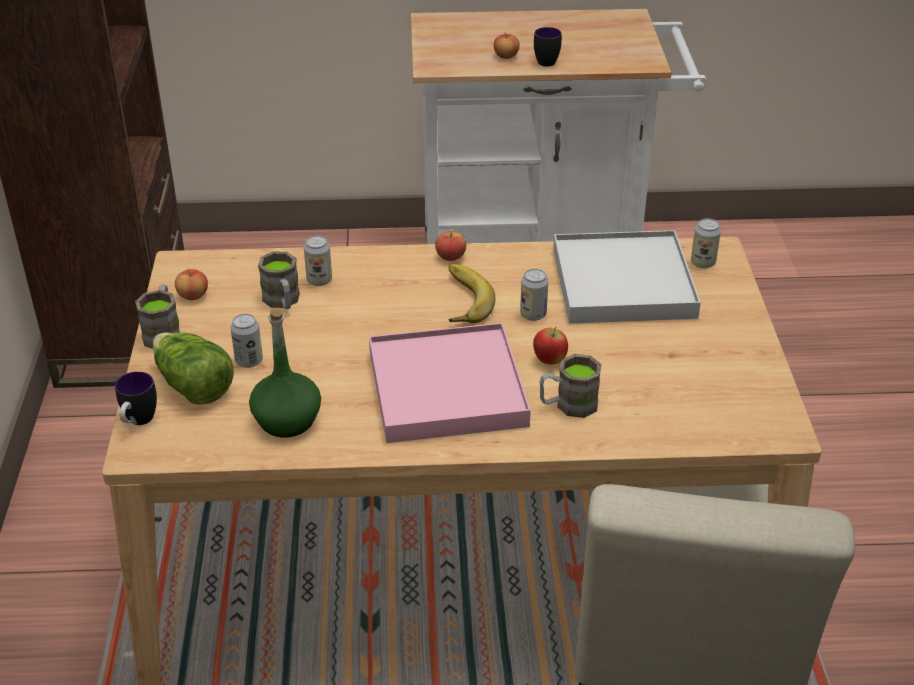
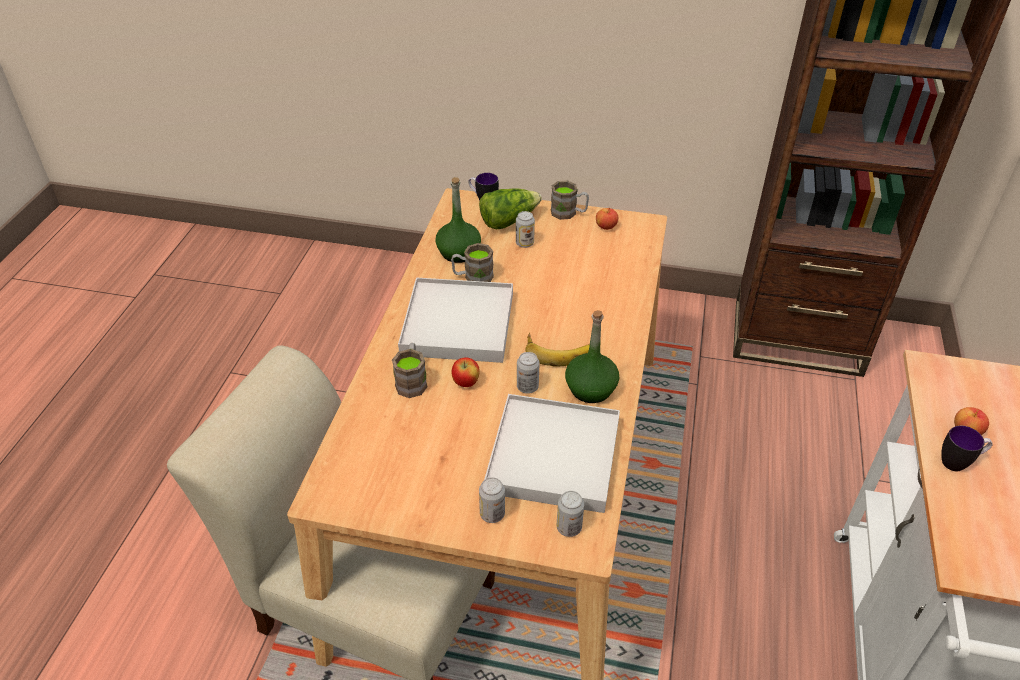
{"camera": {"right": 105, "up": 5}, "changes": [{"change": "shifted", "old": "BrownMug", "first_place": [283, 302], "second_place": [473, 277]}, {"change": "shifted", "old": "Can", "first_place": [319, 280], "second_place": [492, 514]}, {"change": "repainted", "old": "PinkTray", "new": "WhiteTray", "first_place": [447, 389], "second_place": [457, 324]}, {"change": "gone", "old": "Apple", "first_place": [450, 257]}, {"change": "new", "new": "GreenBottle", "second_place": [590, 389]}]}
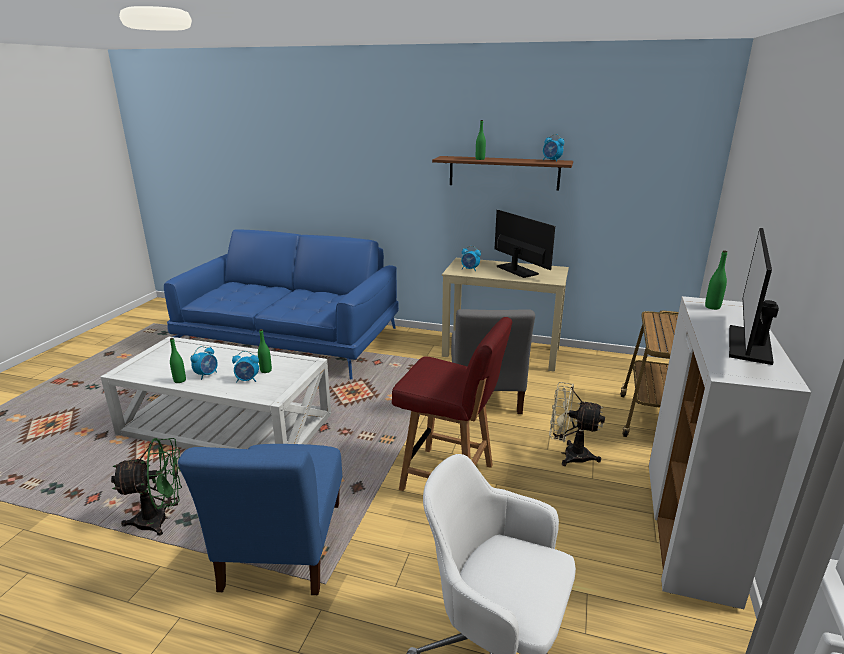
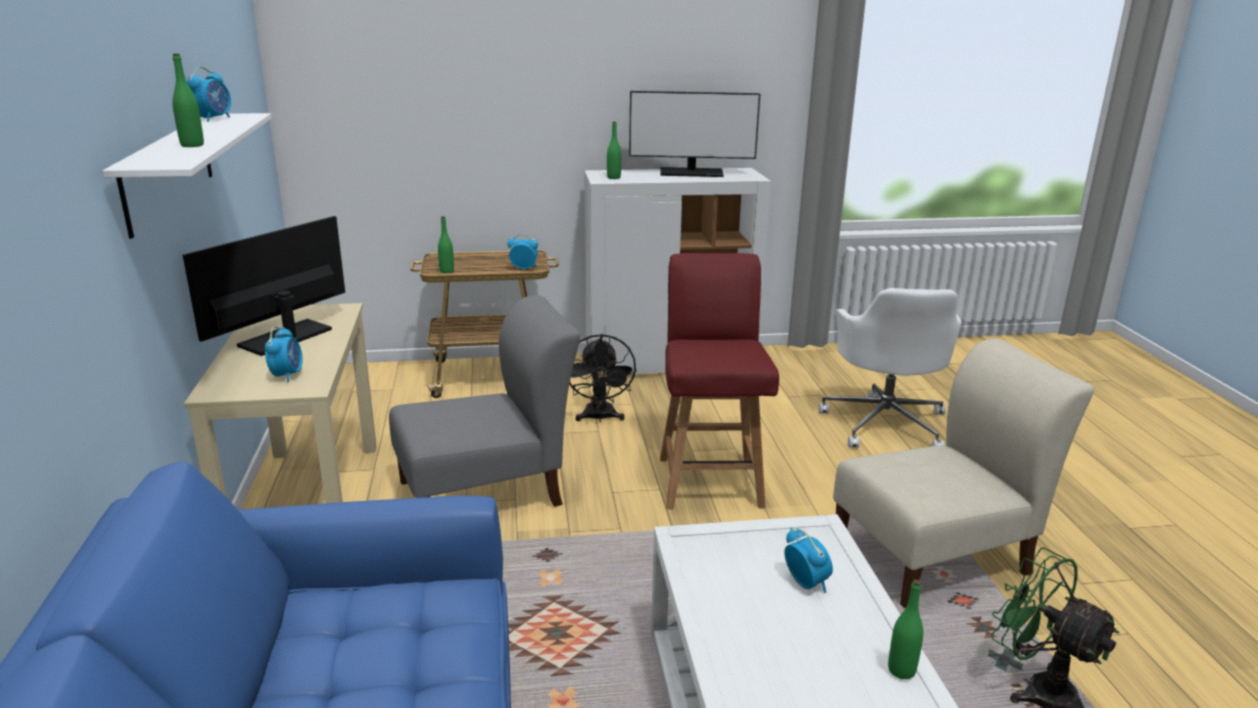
{"camera": {"right": -115, "up": 0}, "changes": [{"change": "repainted", "old": "BlueChair", "new": "BeigeChair", "first_place": [282, 550], "second_place": [938, 555]}, {"change": "shifted", "old": "AlarmClock", "first_place": [207, 375], "second_place": [524, 268]}, {"change": "shifted", "old": "GreenBottle", "first_place": [266, 370], "second_place": [447, 271]}, {"change": "repainted", "old": "BrownShelf", "new": "WhiteShelf", "first_place": [503, 173], "second_place": [168, 170]}, {"change": "repainted", "old": "BeigeFan", "new": "BlackFan", "first_place": [569, 455], "second_place": [599, 418]}]}
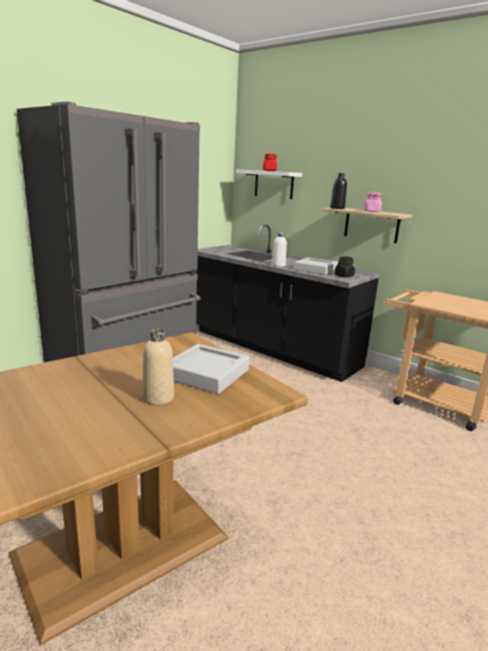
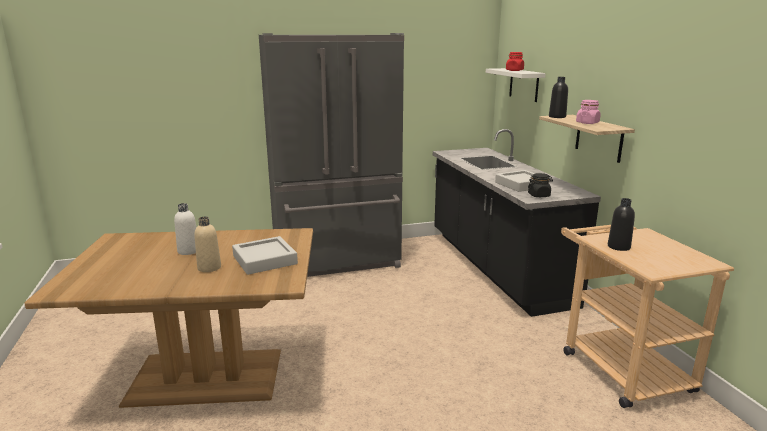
{"camera": {"right": 35, "up": 0}, "changes": [{"change": "shifted", "old": "WhiteBottle", "first_place": [278, 265], "second_place": [188, 251]}, {"change": "new", "new": "BlackBottle", "second_place": [618, 247]}]}
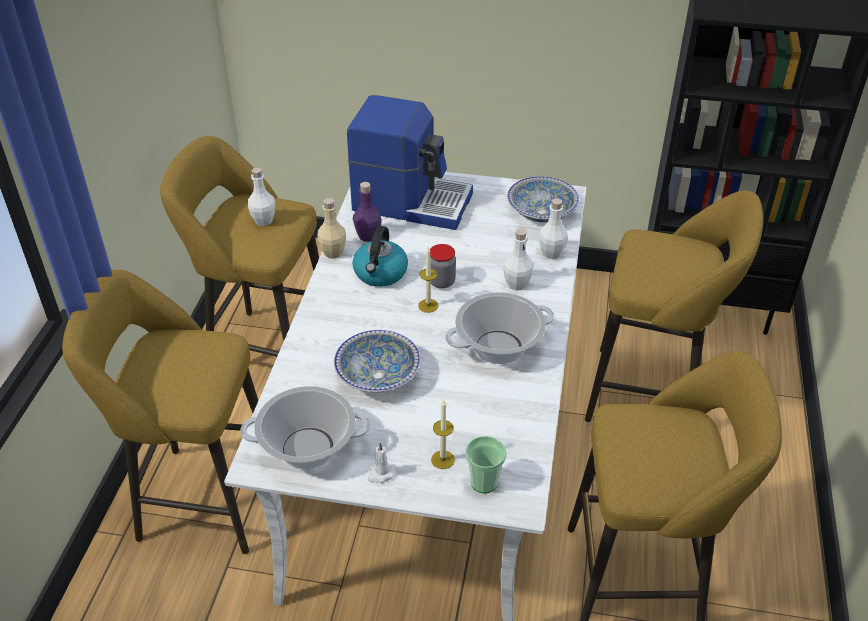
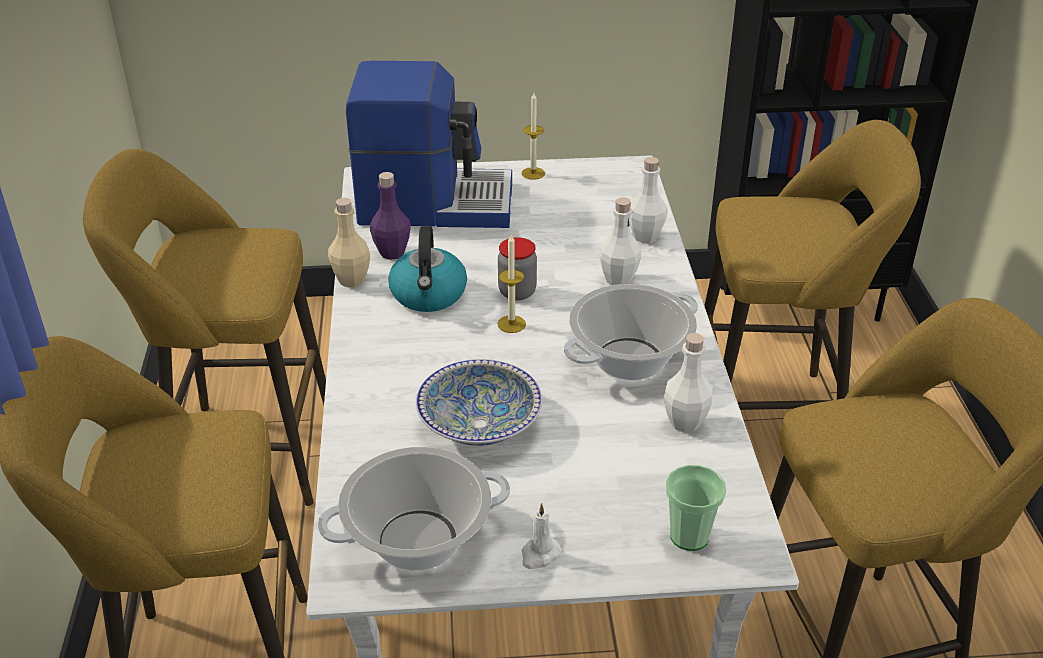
{"camera": {"right": -15, "up": -5}, "changes": [{"change": "shifted", "old": "WhiteBottle", "first_place": [264, 221], "second_place": [685, 422]}, {"change": "shifted", "old": "Candle", "first_place": [442, 459], "second_place": [533, 173]}, {"change": "gone", "old": "Bowl", "first_place": [541, 212]}]}
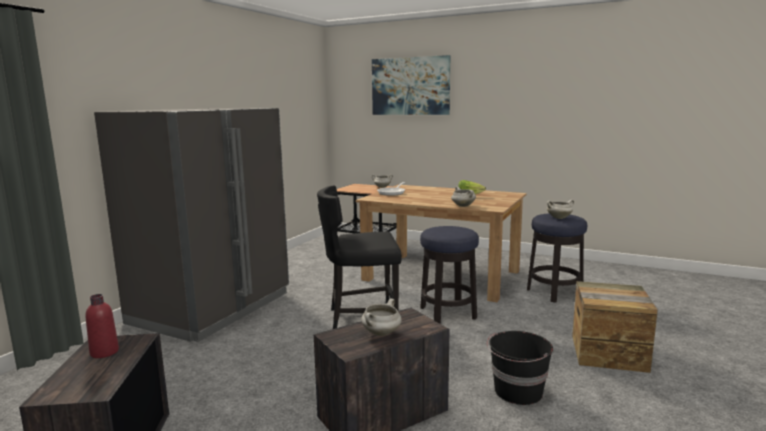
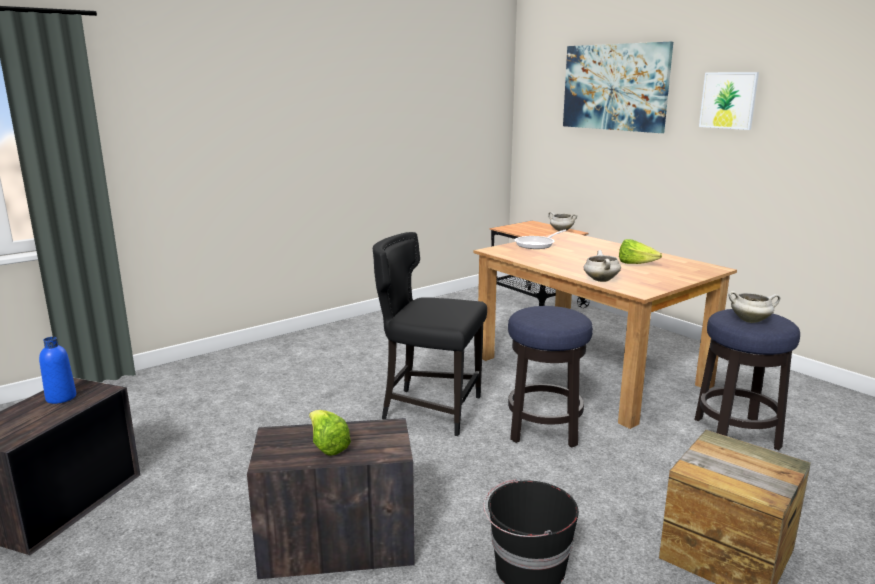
{"camera": {"right": 25, "up": 5}, "changes": [{"change": "repainted", "old": "RedBottle", "new": "BlueBottle", "first_place": [104, 352], "second_place": [61, 398]}, {"change": "gone", "old": "GreyFridge", "first_place": [212, 308]}, {"change": "swapped", "old": "WhiteCookingPot", "new": "Lettuce", "first_place": [381, 333], "second_place": [327, 446]}, {"change": "new", "new": "Picture", "second_place": [728, 100]}]}
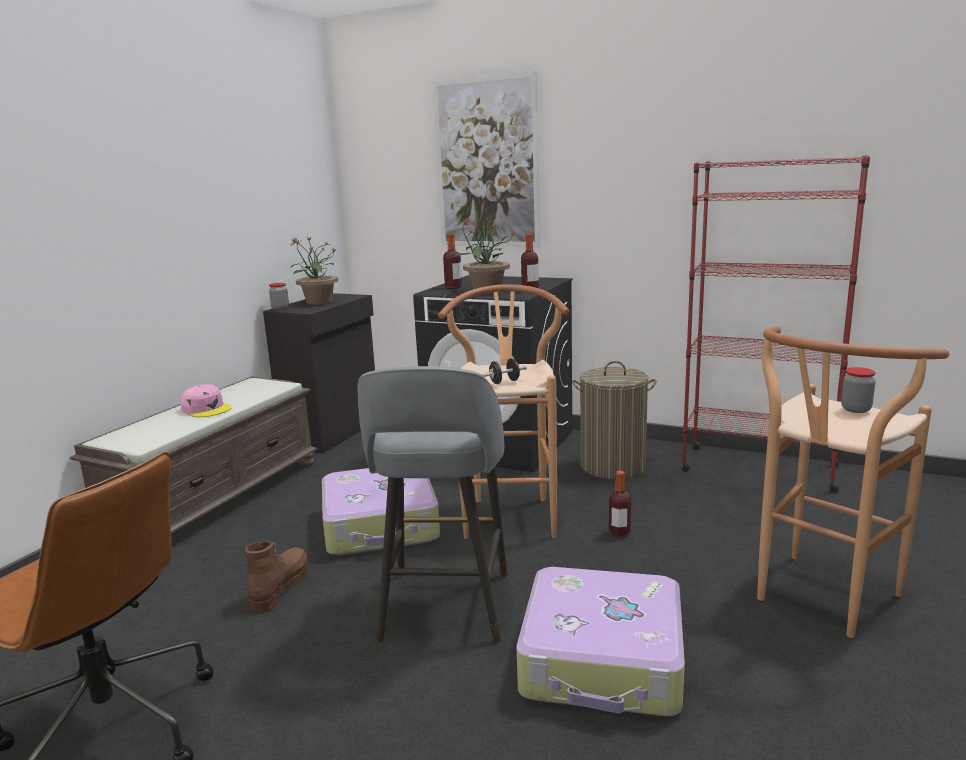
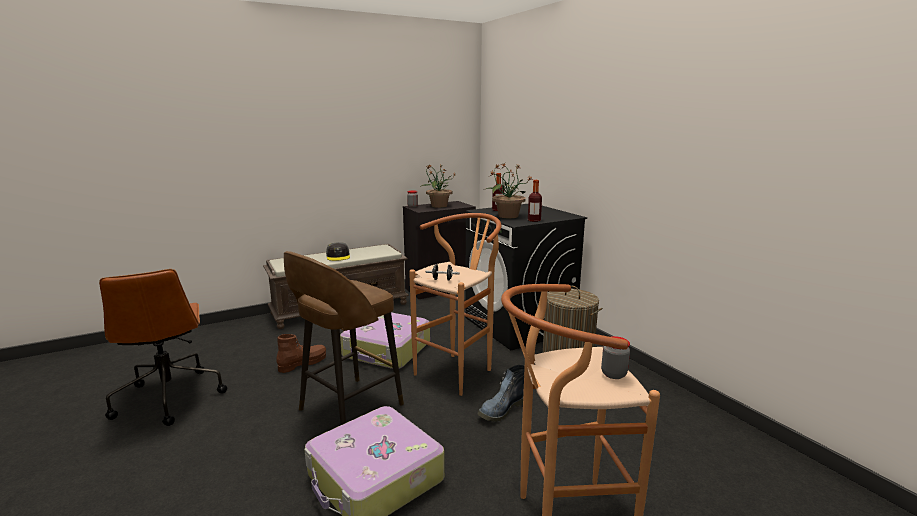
{"camera": {"right": 35, "up": 0}, "changes": [{"change": "repainted", "old": "PinkCap", "new": "GreyCap", "first_place": [206, 409], "second_place": [338, 256]}, {"change": "repainted", "old": "GreyStool", "new": "BrownStool", "first_place": [444, 609], "second_place": [348, 408]}, {"change": "gone", "old": "Picture", "first_place": [487, 164]}, {"change": "swapped", "old": "Bottle", "new": "Boot", "first_place": [619, 533], "second_place": [502, 410]}, {"change": "gone", "old": "RedBookcase", "first_place": [758, 468]}]}
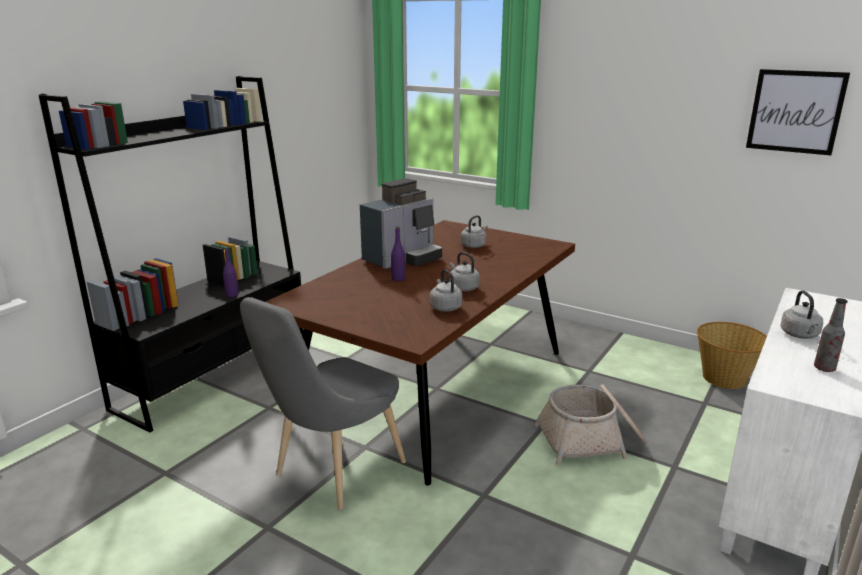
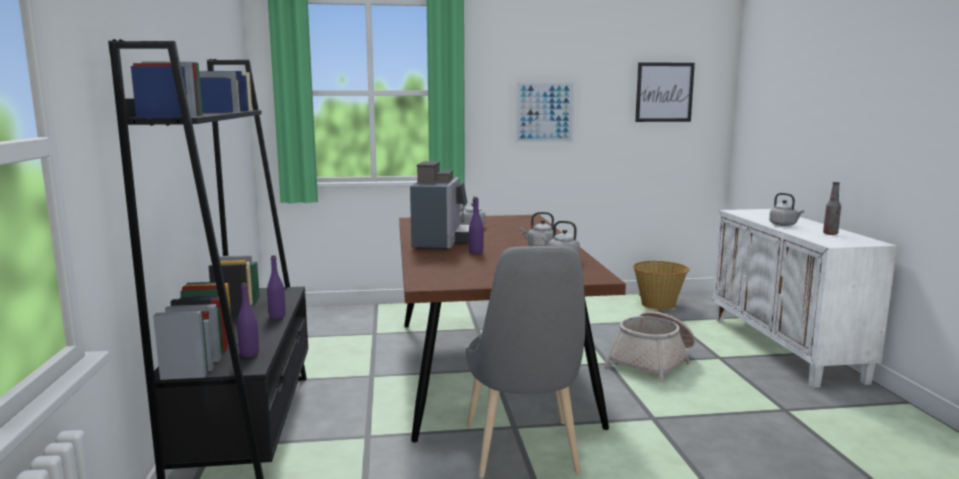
{"camera": {"right": -40, "up": -10}, "changes": [{"change": "new", "new": "PurpleBottle", "second_place": [249, 354]}, {"change": "new", "new": "Picture", "second_place": [544, 112]}]}
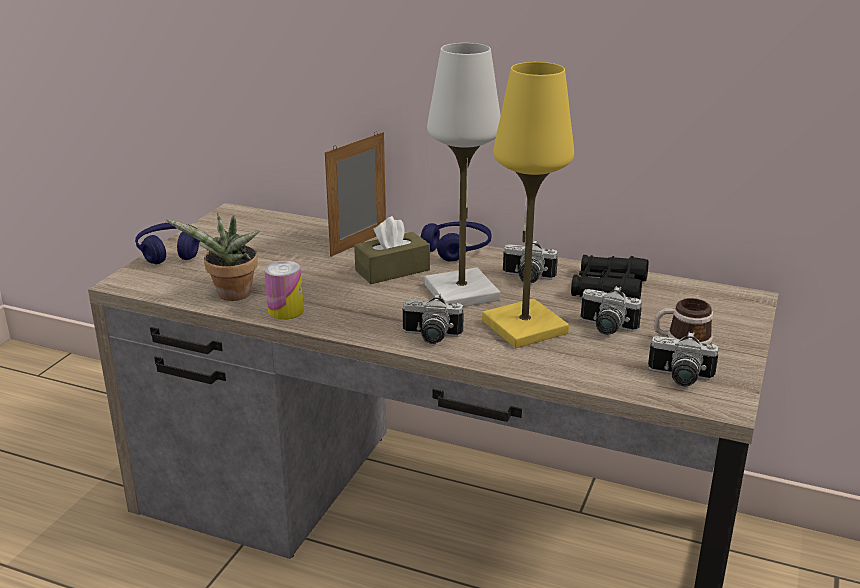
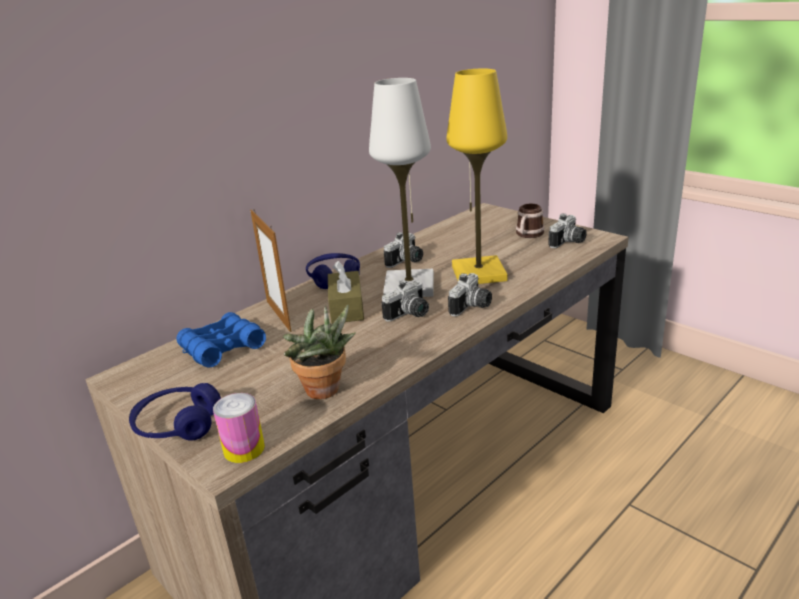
{"camera": {"right": -65, "up": 0}, "changes": [{"change": "shifted", "old": "Can", "first_place": [286, 311], "second_place": [244, 449]}, {"change": "gone", "old": "BlackBinoculars", "first_place": [608, 289]}, {"change": "shifted", "old": "PhotoCamera", "first_place": [606, 328], "second_place": [410, 315]}, {"change": "new", "new": "BlueBinoculars", "second_place": [222, 348]}]}
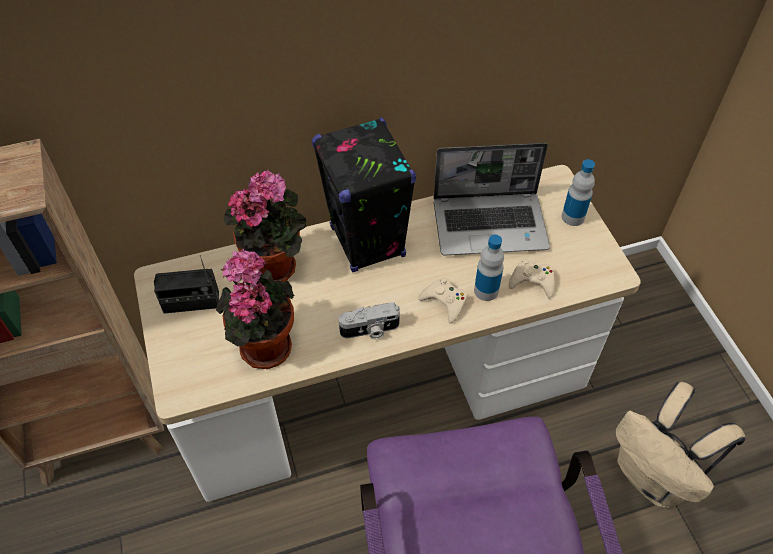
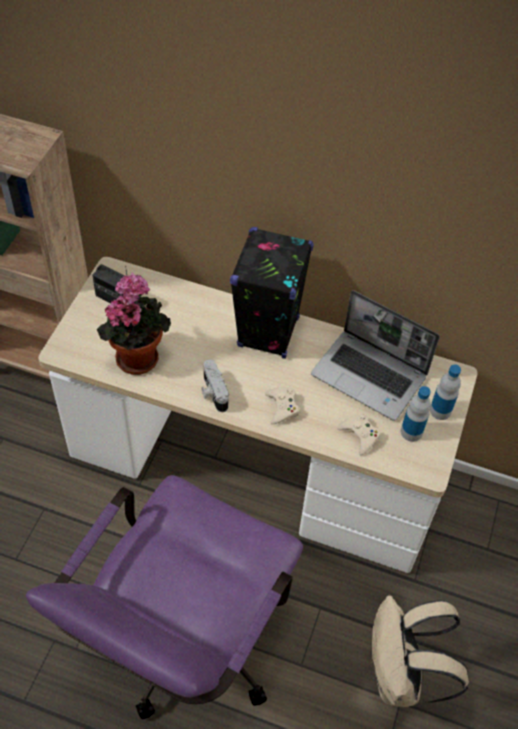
{"camera": {"right": 35, "up": 0}, "changes": [{"change": "gone", "old": "PottedPlant", "first_place": [276, 265]}, {"change": "rotated", "old": "PhotoCamera", "first_place": [370, 330], "second_place": [213, 392], "degrees": 45}, {"change": "shifted", "old": "Bottle", "first_place": [486, 290], "second_place": [411, 432]}]}
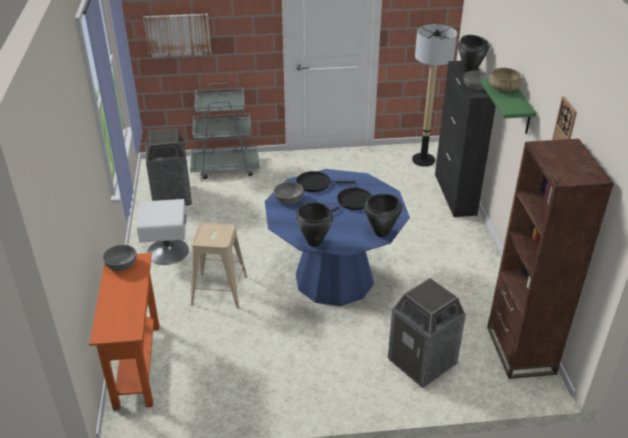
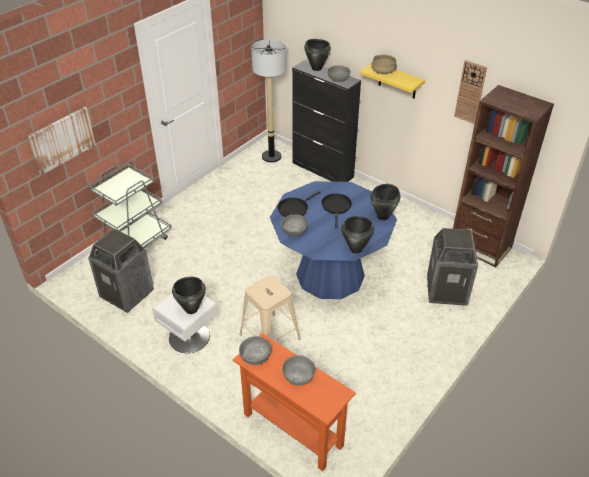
{"camera": {"right": -45, "up": 5}, "changes": [{"change": "repainted", "old": "GreenShelf", "new": "YellowShelf", "first_place": [520, 107], "second_place": [397, 81]}, {"change": "new", "new": "BlackCookingPot", "second_place": [191, 309]}, {"change": "new", "new": "GreyBowl", "second_place": [299, 376]}]}
